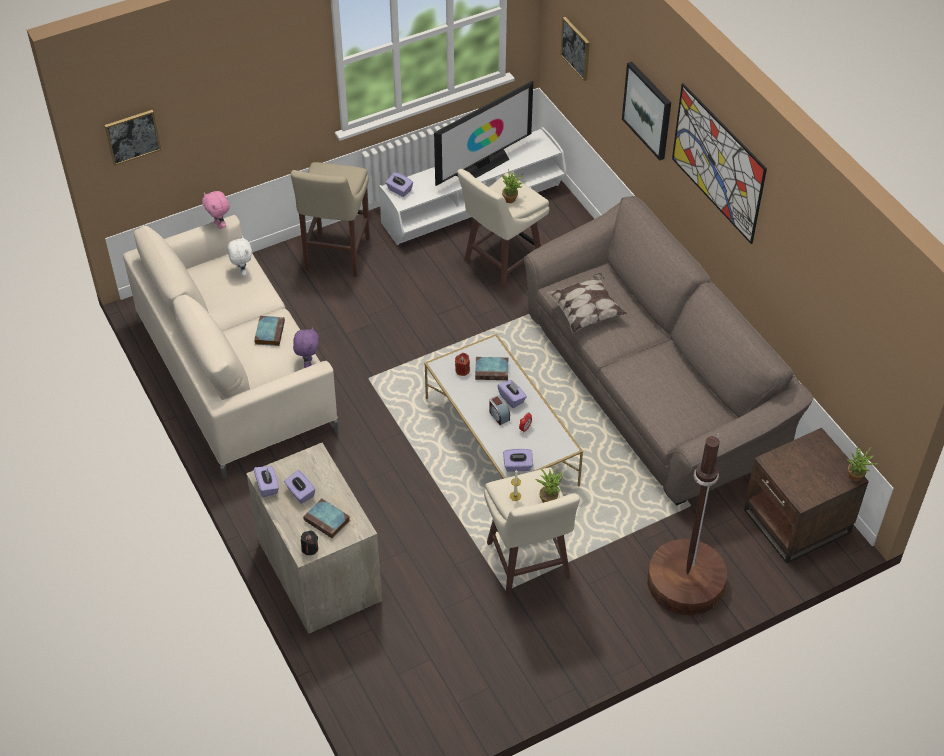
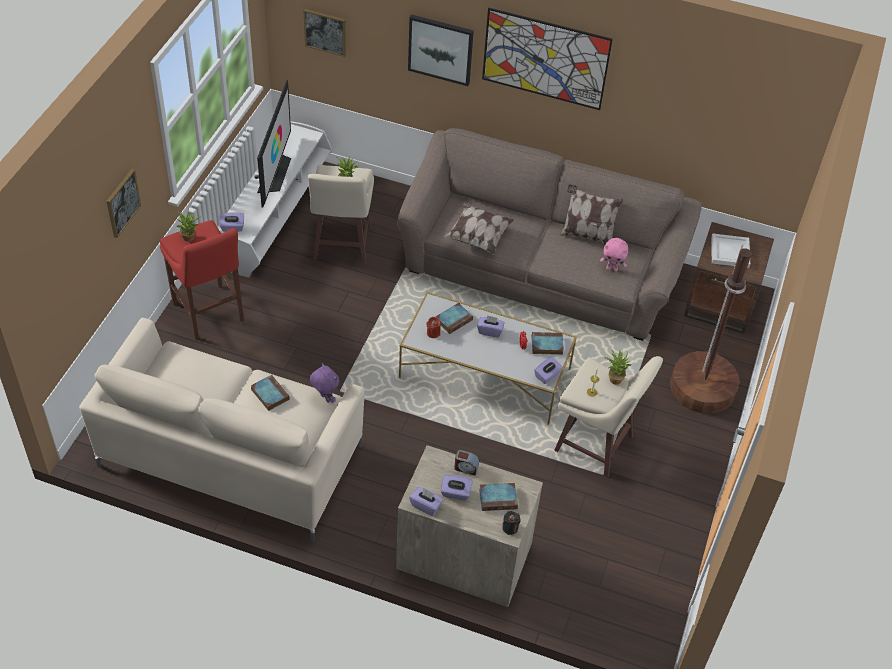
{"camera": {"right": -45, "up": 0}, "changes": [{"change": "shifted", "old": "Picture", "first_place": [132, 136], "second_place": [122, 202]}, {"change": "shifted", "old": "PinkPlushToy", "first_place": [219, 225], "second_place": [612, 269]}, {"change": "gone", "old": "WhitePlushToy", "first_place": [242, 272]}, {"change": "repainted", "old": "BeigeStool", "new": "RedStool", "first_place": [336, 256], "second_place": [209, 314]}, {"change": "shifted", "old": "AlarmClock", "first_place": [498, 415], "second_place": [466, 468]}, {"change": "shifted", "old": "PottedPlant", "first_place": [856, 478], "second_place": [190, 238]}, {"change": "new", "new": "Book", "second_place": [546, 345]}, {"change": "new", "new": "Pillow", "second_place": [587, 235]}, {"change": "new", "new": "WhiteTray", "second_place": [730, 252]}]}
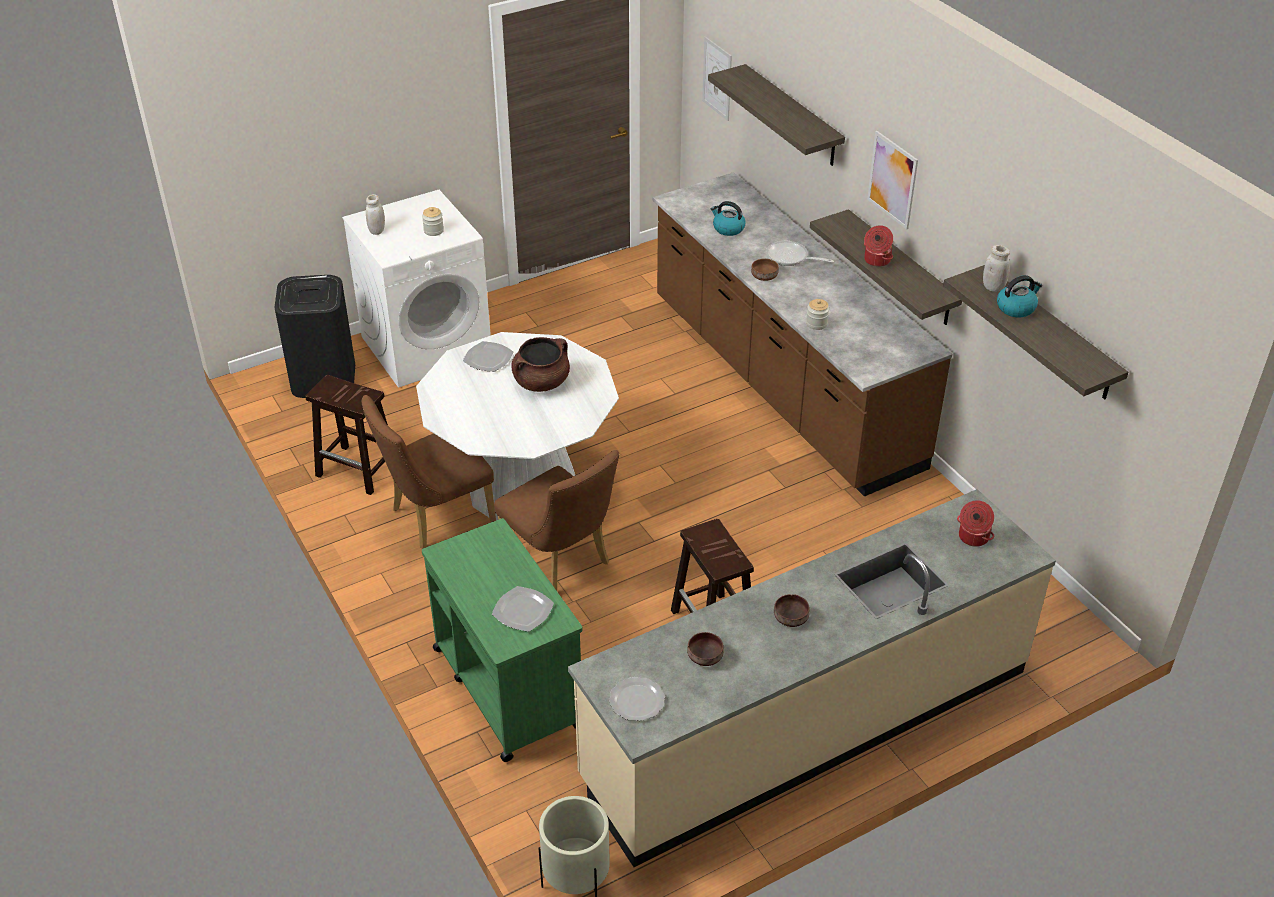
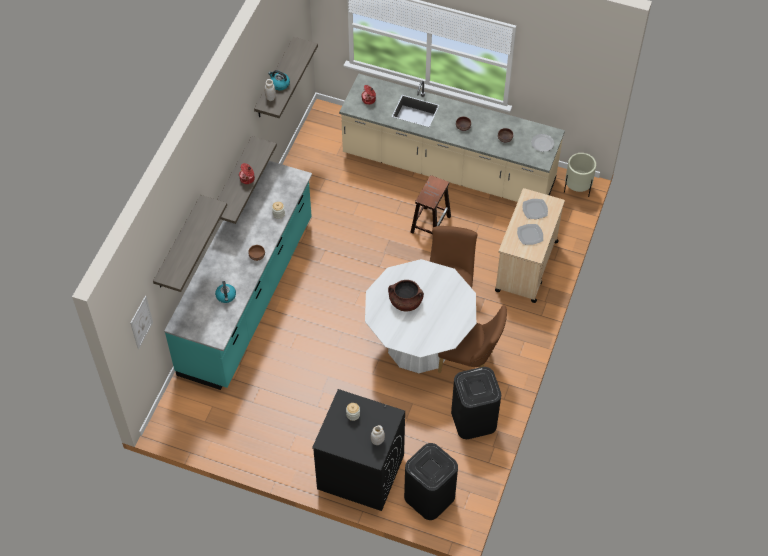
{"camera": {"right": -130, "up": 15}, "changes": [{"change": "swapped", "old": "BrownStool", "new": "BlackTrashCan", "first_place": [358, 470], "second_place": [473, 419]}, {"change": "repainted", "old": "WhiteWashingMachine", "new": "BlackWashingMachine", "first_place": [427, 346], "second_place": [360, 472]}, {"change": "repainted", "old": "GreenCart", "new": "BeigeCart", "first_place": [507, 686], "second_place": [526, 266]}, {"change": "shifted", "old": "Plate", "first_place": [487, 358], "second_place": [530, 235]}, {"change": "repainted", "old": "BrownCounter", "new": "TurquoiseCounter", "first_place": [782, 382], "second_place": [248, 296]}, {"change": "gone", "old": "FryingPan", "first_place": [790, 258]}, {"change": "gone", "old": "Picture", "first_place": [892, 180]}]}
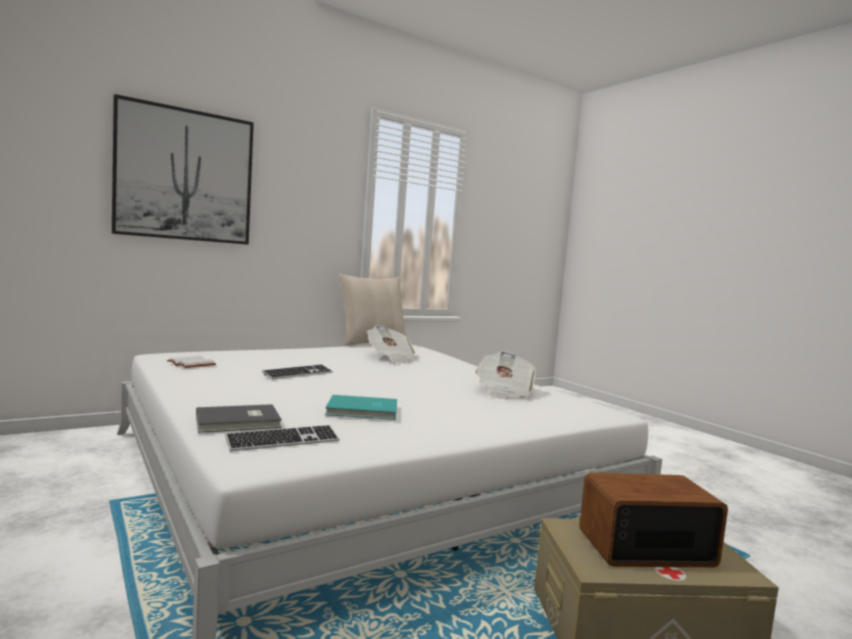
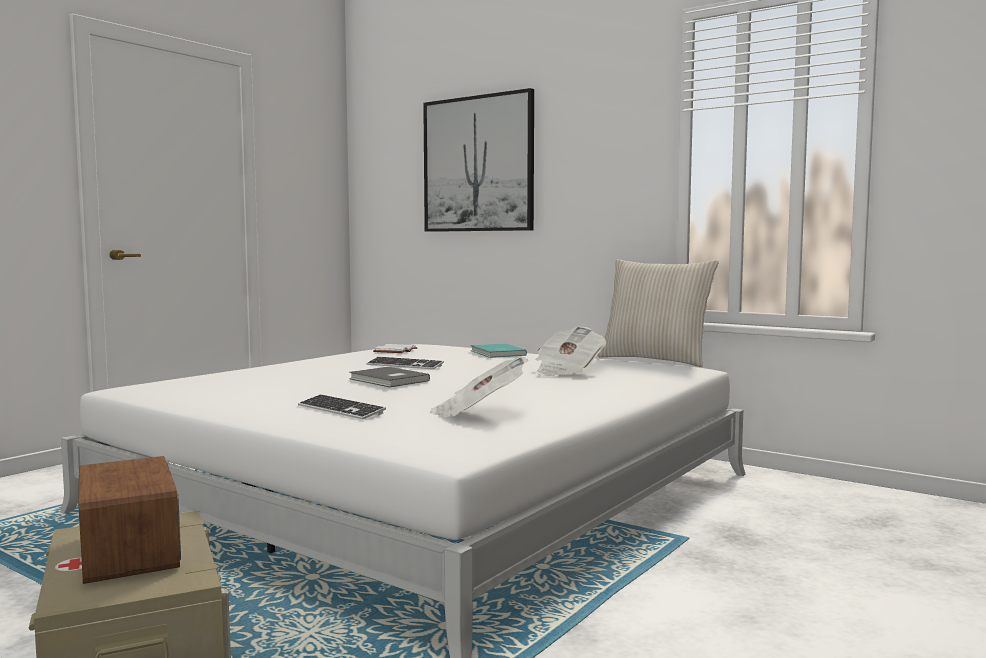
{"camera": {"right": 70, "up": 0}, "changes": [{"change": "shifted", "old": "GreyBook", "first_place": [239, 422], "second_place": [388, 380]}, {"change": "shifted", "old": "Keyboard", "first_place": [283, 441], "second_place": [340, 410]}, {"change": "shifted", "old": "TurquoiseBook", "first_place": [363, 410], "second_place": [496, 353]}]}
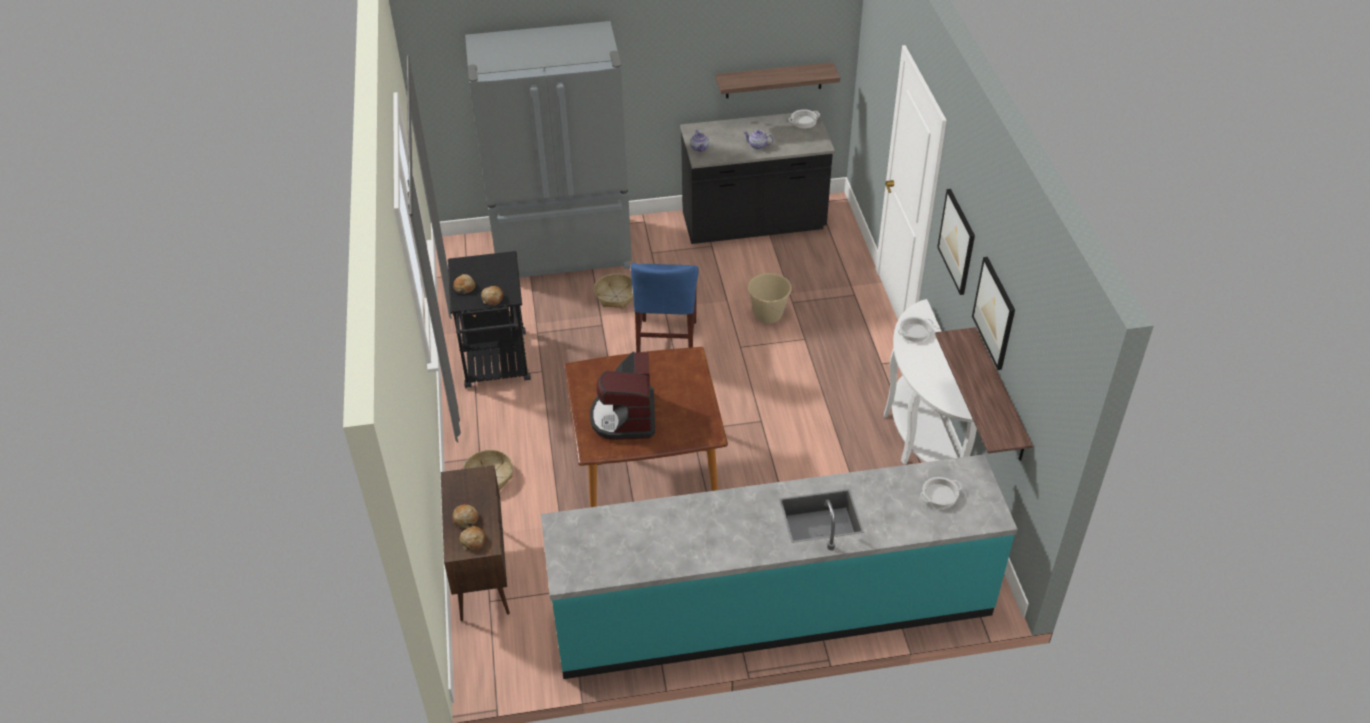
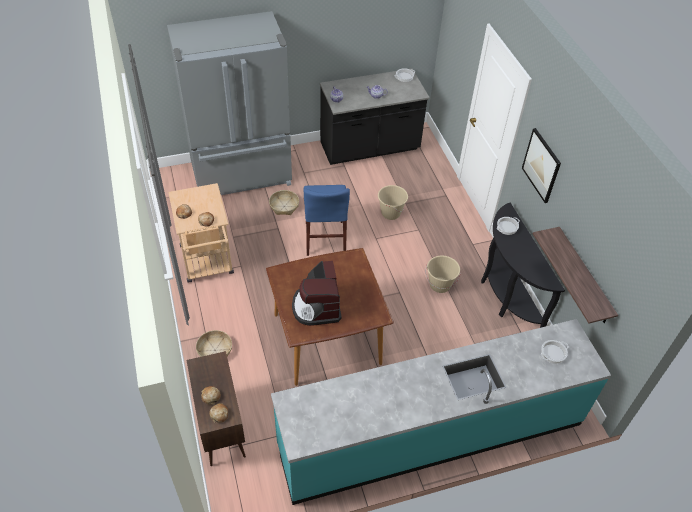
{"camera": {"right": -10, "up": 5}, "changes": [{"change": "repainted", "old": "BlackCart", "new": "BeigeCart", "first_place": [496, 365], "second_place": [207, 263]}, {"change": "gone", "old": "Shelf", "first_place": [774, 80]}, {"change": "repainted", "old": "WhiteConsoleTable", "new": "BlackConsoleTable", "first_place": [917, 435], "second_place": [505, 294]}, {"change": "gone", "old": "Picture", "first_place": [994, 313]}, {"change": "new", "new": "BeigeBucket", "second_place": [440, 285]}]}
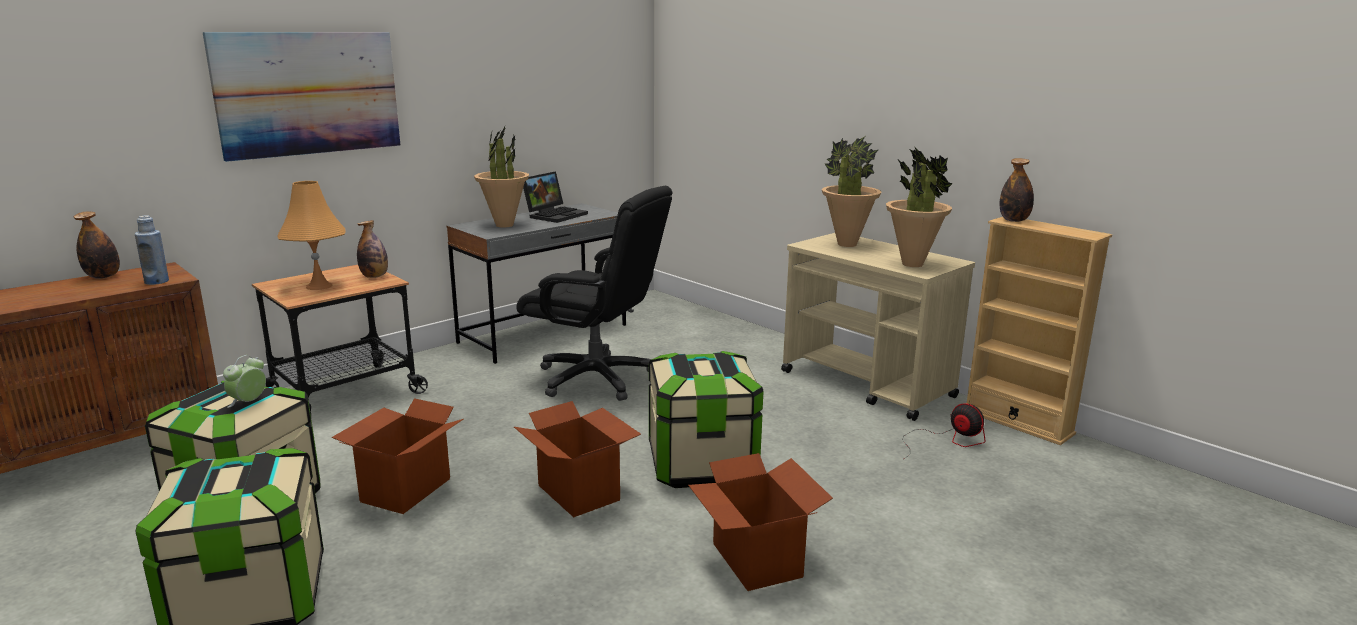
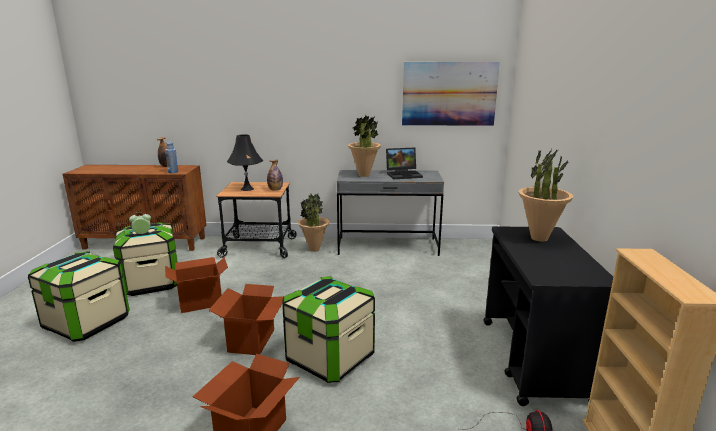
{"camera": {"right": 45, "up": 0}, "changes": [{"change": "shifted", "old": "Picture", "first_place": [308, 93], "second_place": [449, 94]}, {"change": "repainted", "old": "OrangeTableLamp", "new": "BlackTableLamp", "first_place": [319, 286], "second_place": [247, 189]}, {"change": "gone", "old": "BlackOfficeChair", "first_place": [597, 378]}, {"change": "repainted", "old": "BeigeCart", "new": "BlackCart", "first_place": [867, 384], "second_place": [533, 360]}, {"change": "shifted", "old": "PottedPlant", "first_place": [913, 264], "second_place": [314, 249]}, {"change": "gone", "old": "Bottle", "first_place": [1014, 220]}]}
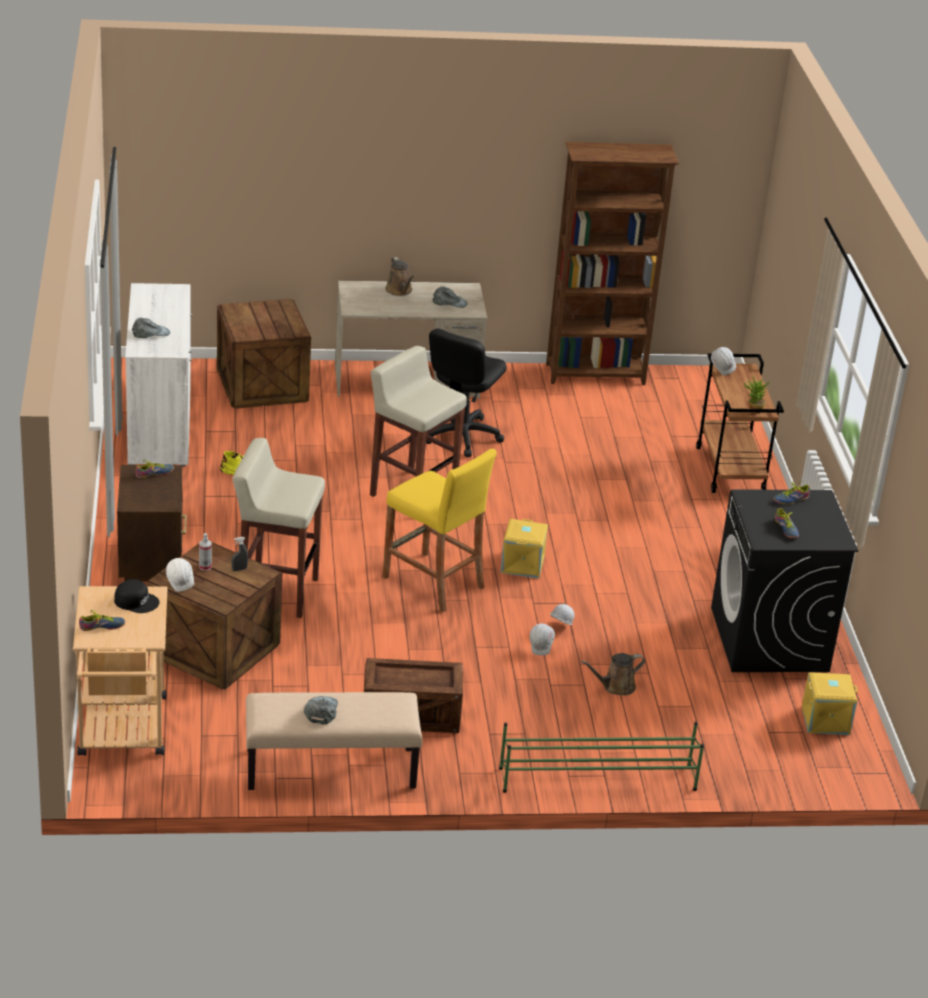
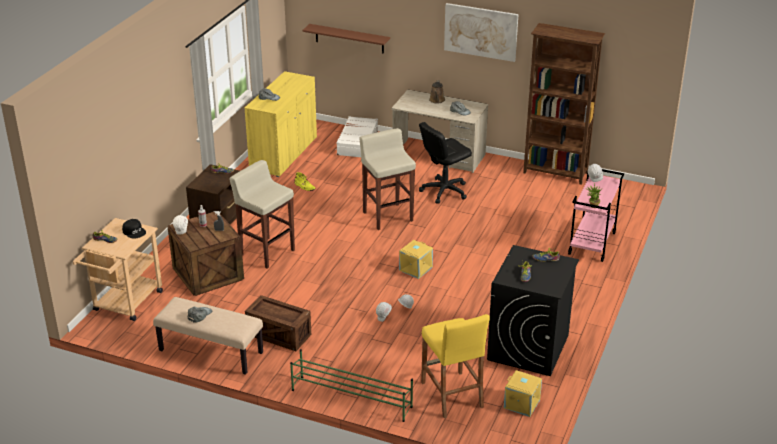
{"camera": {"right": 30, "up": 0}, "changes": [{"change": "repainted", "old": "WhiteCabinet", "new": "YellowCabinet", "first_place": [160, 426], "second_place": [284, 154]}, {"change": "swapped", "old": "Crate", "new": "WhiteSuitcase", "first_place": [263, 385], "second_place": [357, 143]}, {"change": "shifted", "old": "YellowStool", "first_place": [433, 582], "second_place": [452, 394]}, {"change": "gone", "old": "BrownWateringCan", "first_place": [615, 686]}, {"change": "repainted", "old": "BrownCart", "new": "PinkCart", "first_place": [731, 470], "second_place": [592, 244]}, {"change": "new", "new": "BrownShelf", "second_place": [349, 38]}, {"change": "new", "new": "Picture", "second_place": [481, 31]}]}
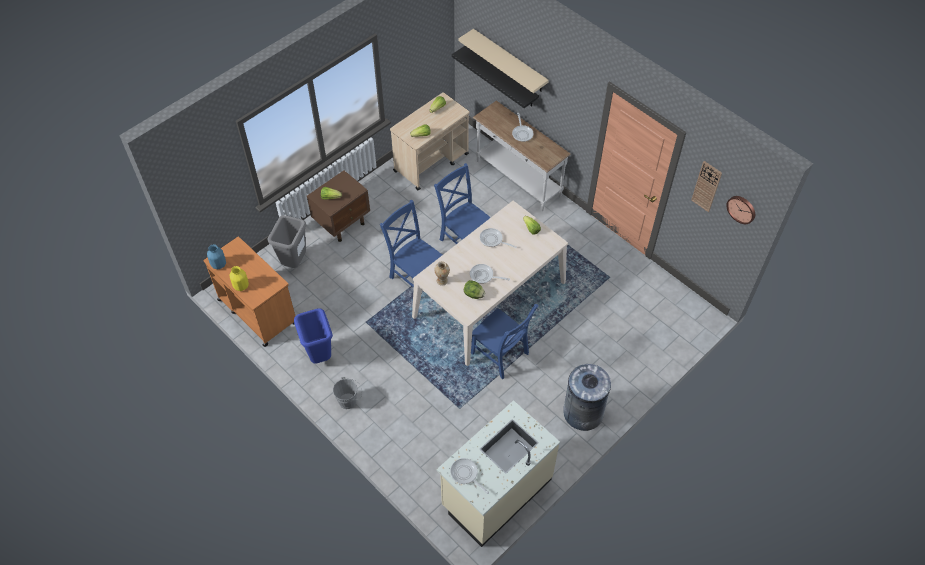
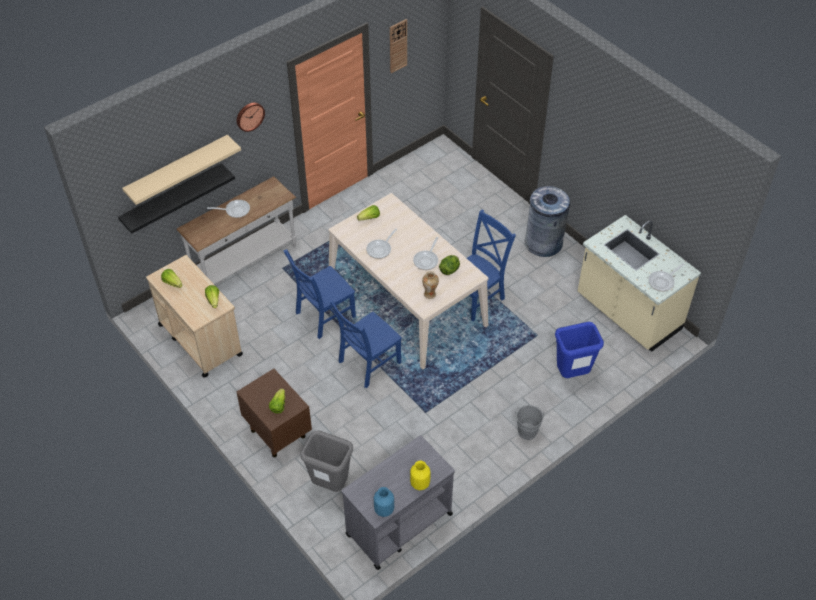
{"camera": {"right": -85, "up": -5}, "changes": [{"change": "repainted", "old": "OrangeCart", "new": "GreyCart", "first_place": [257, 311], "second_place": [398, 524]}, {"change": "shifted", "old": "BlueTrashCan", "first_place": [319, 355], "second_place": [571, 374]}, {"change": "shifted", "old": "WallClock", "first_place": [742, 209], "second_place": [249, 116]}]}
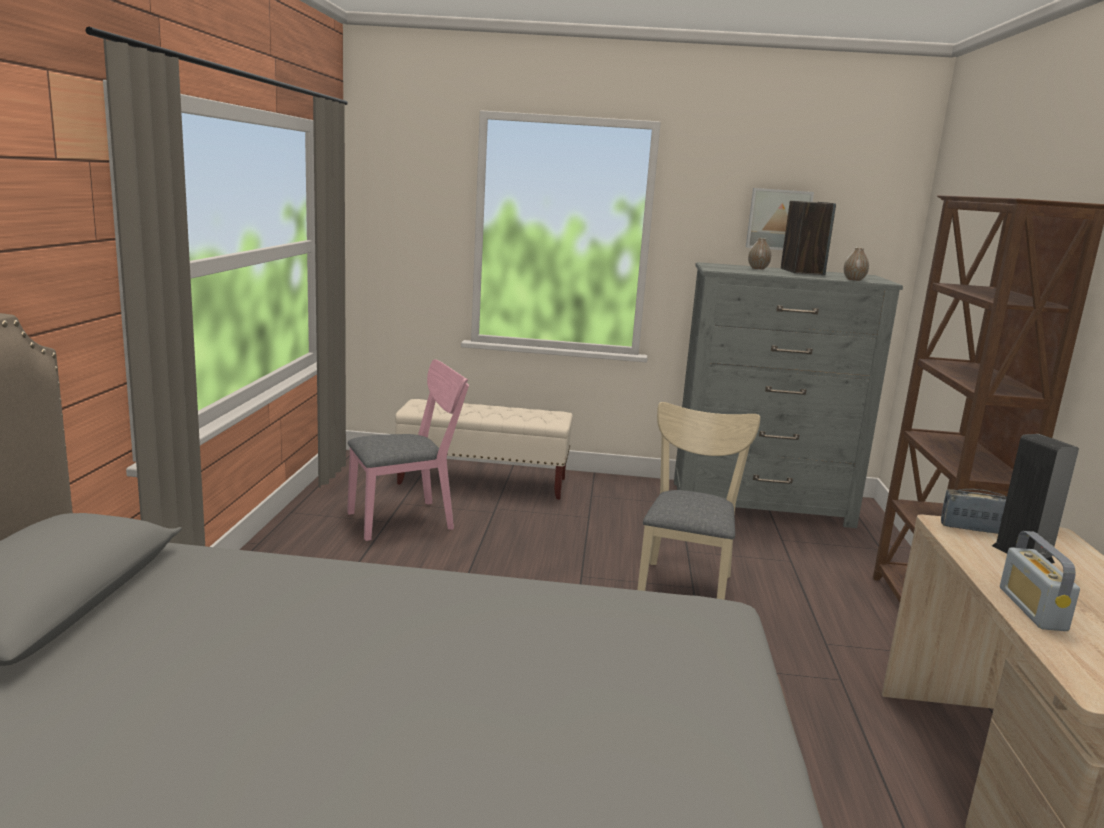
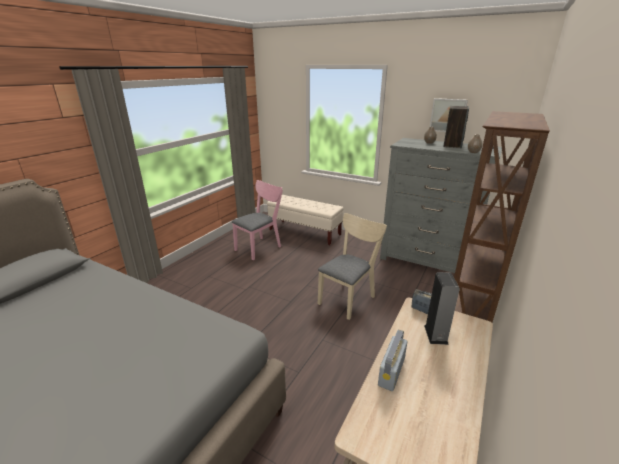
{"camera": {"right": 25, "up": 10}, "changes": [{"change": "rotated", "old": "PinkChair", "first_place": [408, 519], "second_place": [260, 247], "degrees": -45}]}
